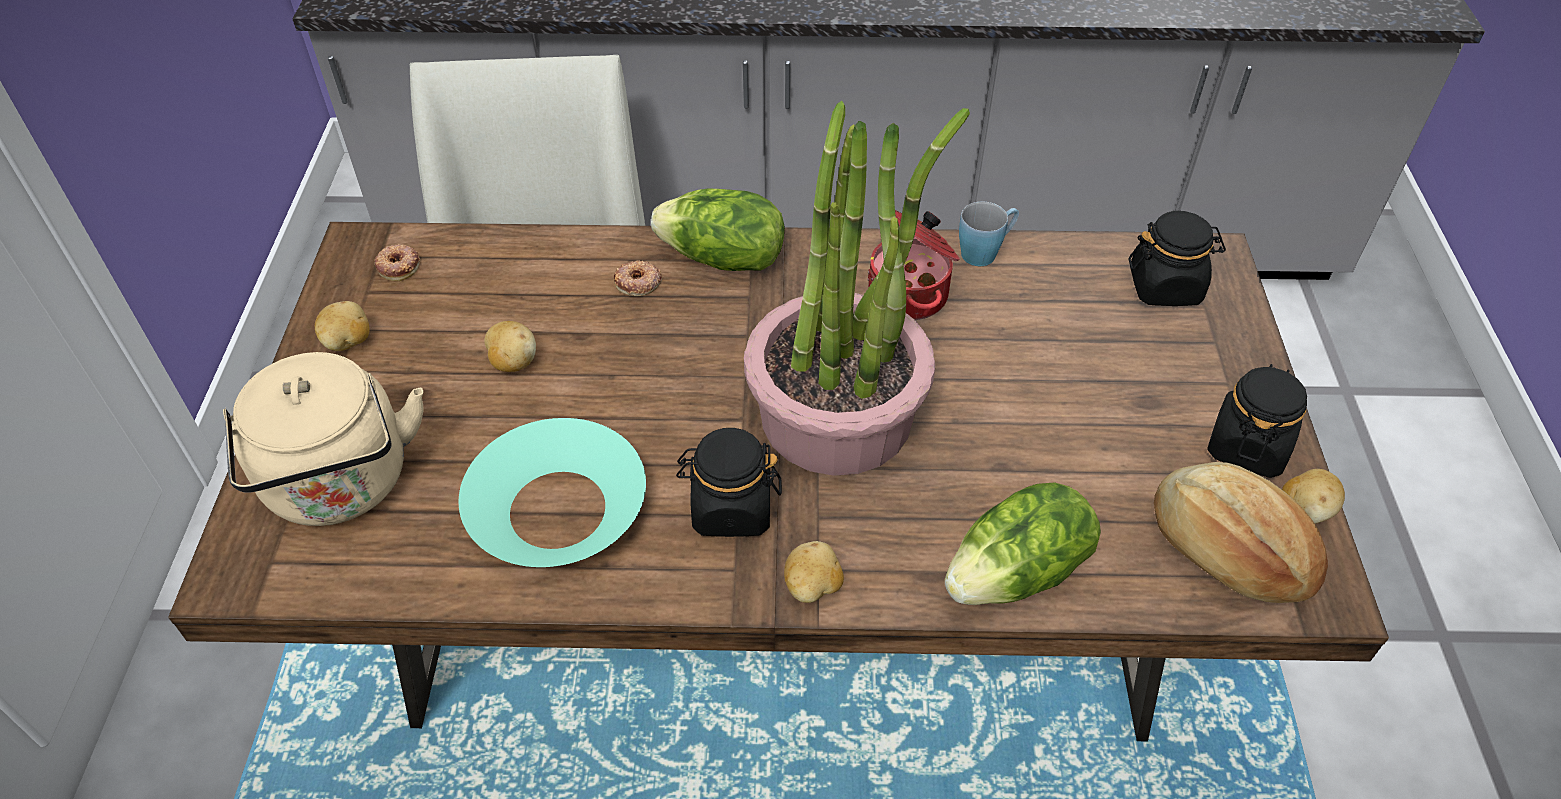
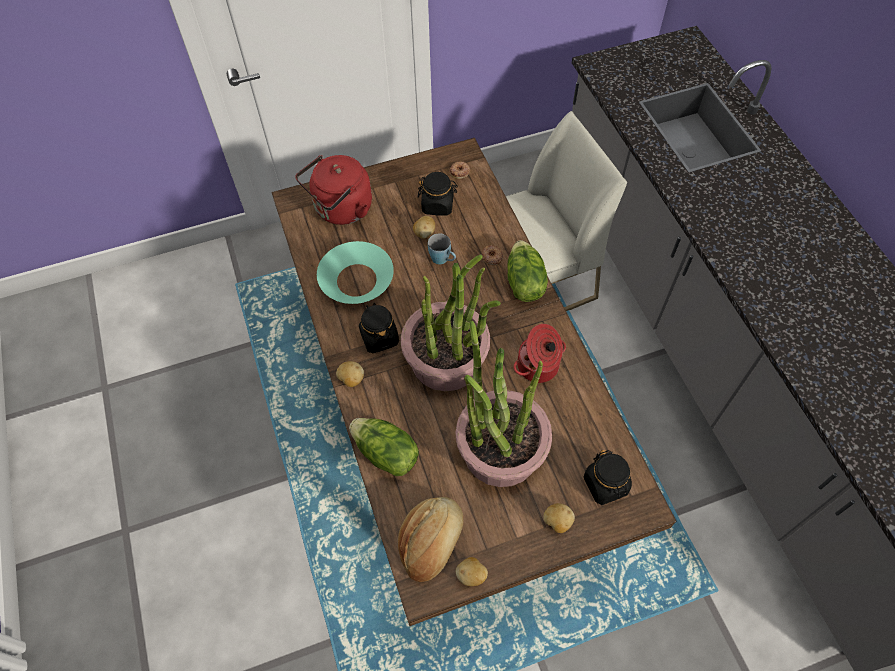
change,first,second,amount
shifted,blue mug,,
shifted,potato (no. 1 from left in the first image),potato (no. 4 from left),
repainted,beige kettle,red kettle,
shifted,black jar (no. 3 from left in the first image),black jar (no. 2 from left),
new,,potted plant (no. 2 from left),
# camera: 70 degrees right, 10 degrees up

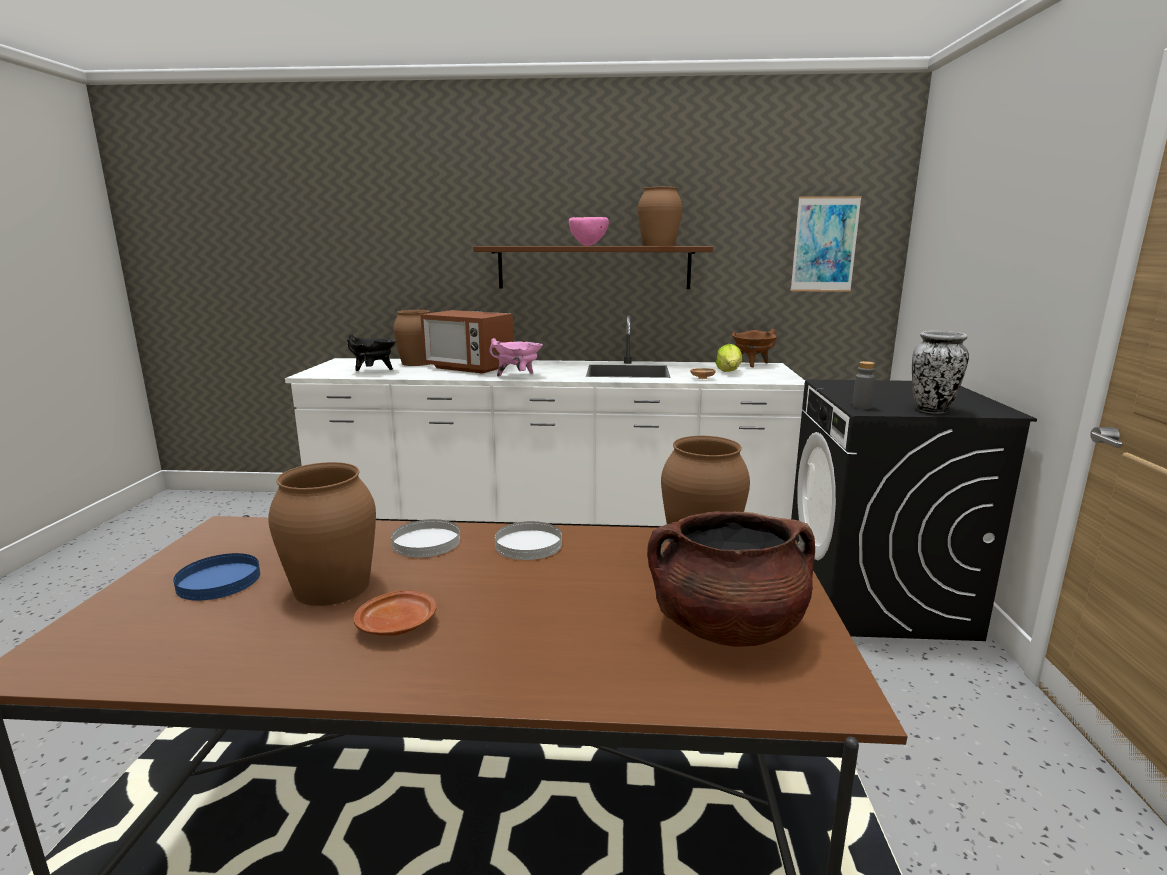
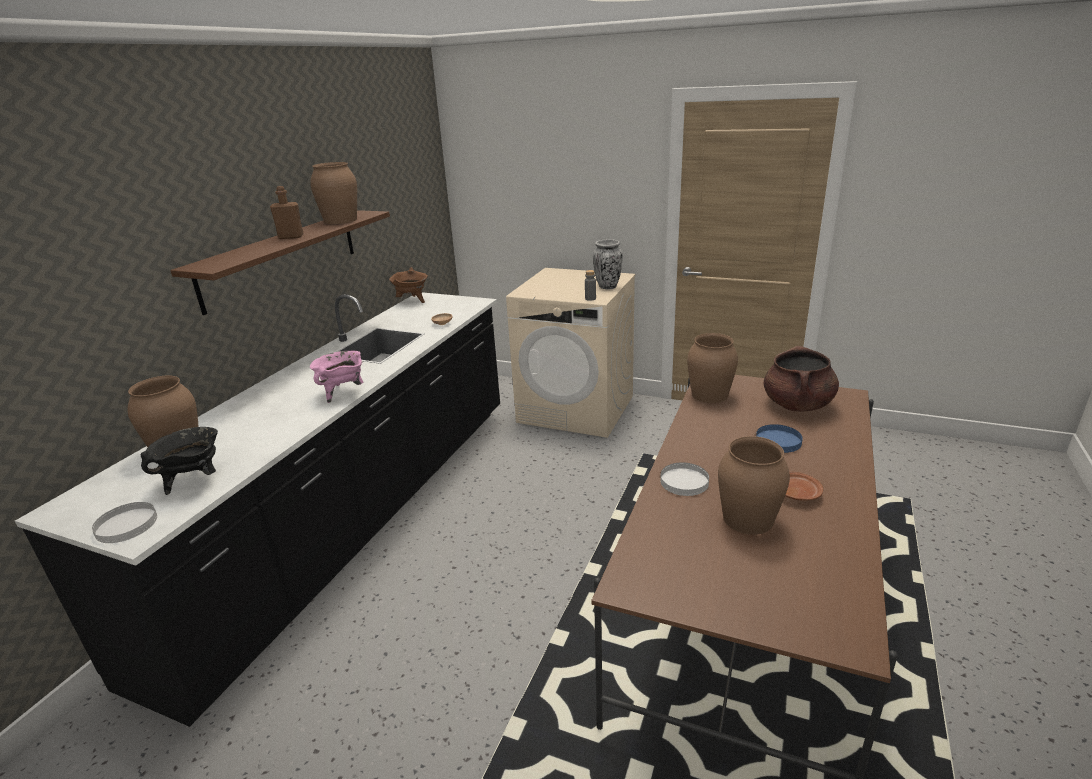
change,first,second,amount
gone,picture,,
swapped,pink bowl,brown bottle,
gone,microwave,,
repainted,white counter,black counter,
gone,lettuce,,
repainted,black washing machine,beige washing machine,
shifted,white plate (no. 2 from left in the first image),white plate (no. 1 from left),
shifted,blue plate,,
# camera: 70 degrees left, 10 degrees up

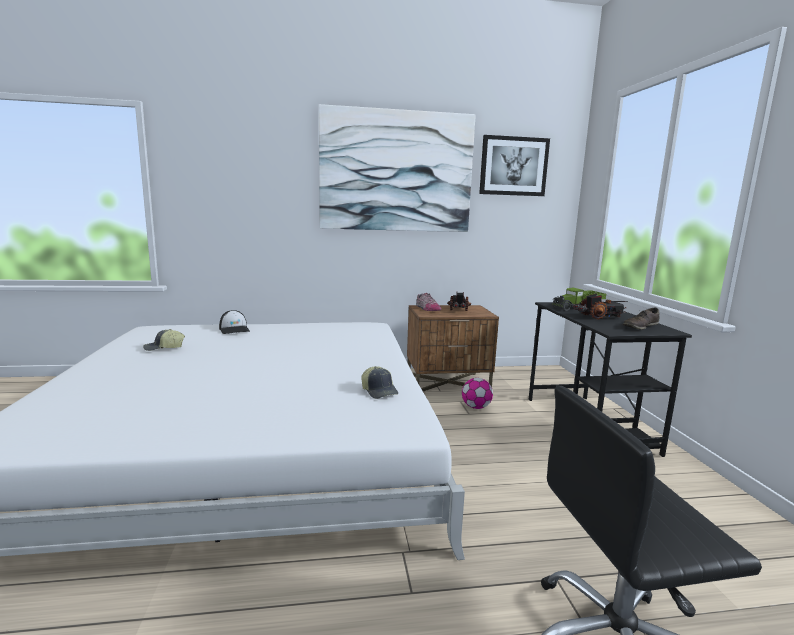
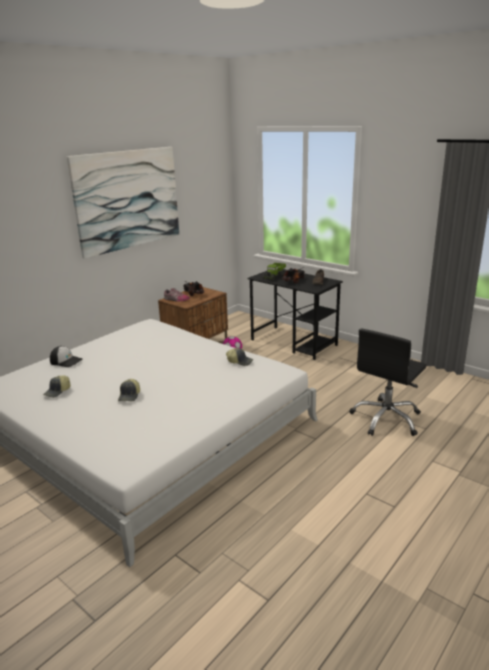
change,first,second,amount
gone,picture (no. 2 from left),,
new,,cap (no. 3 from left),
# camera: 40 degrees left, 10 degrees up

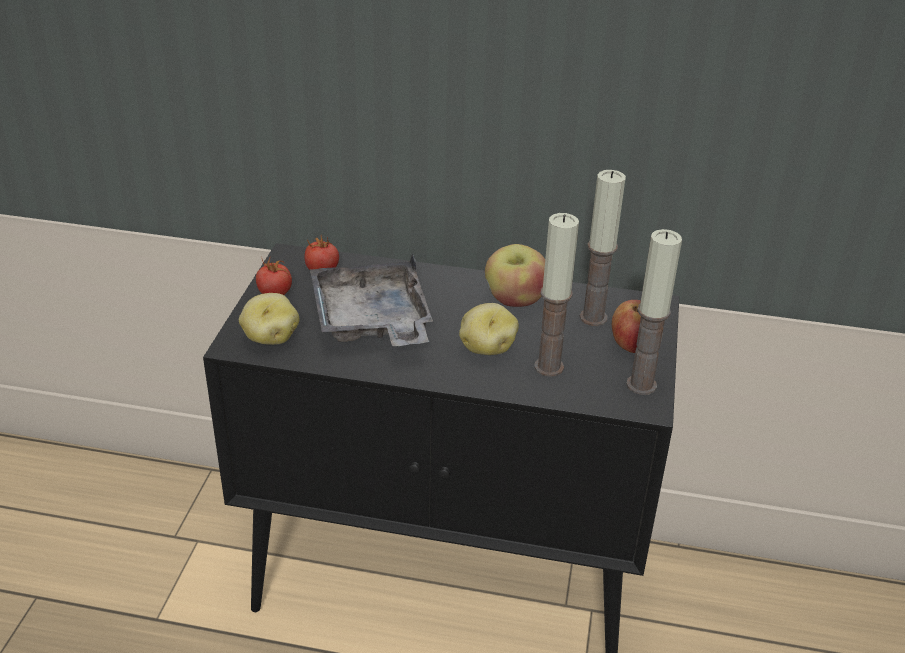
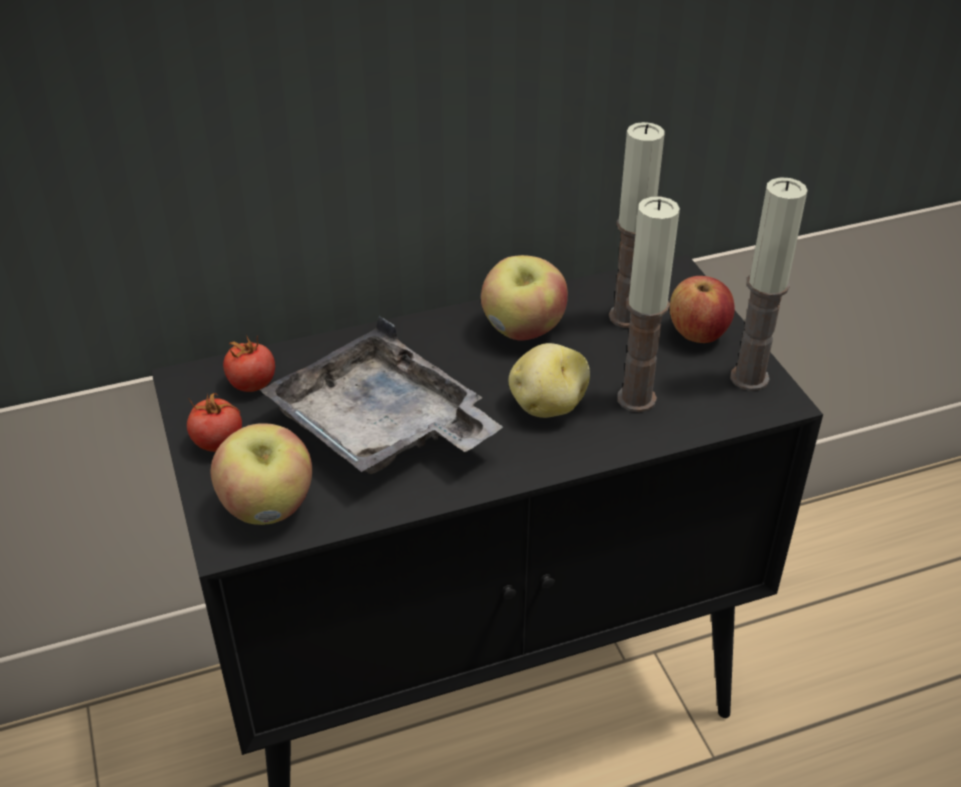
change,first,second,amount
swapped,potato (no. 1 from left),apple (no. 1 from left),
# camera: 30 degrees left, 5 degrees up

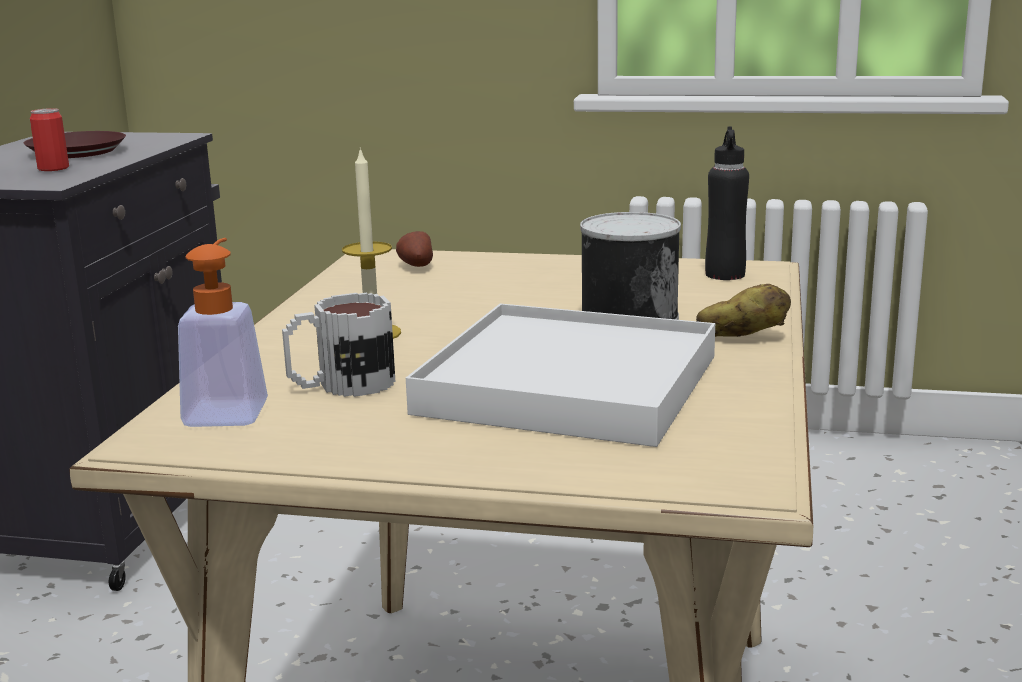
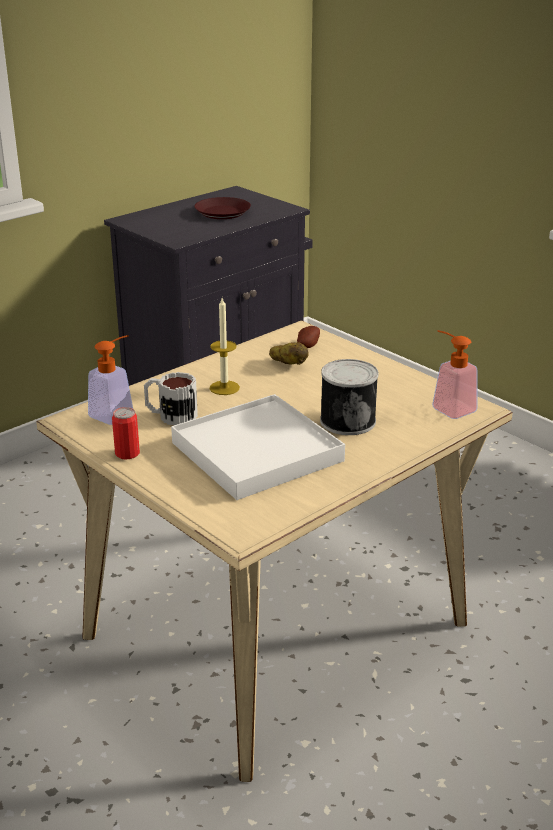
change,first,second,amount
shifted,can (no. 1 from left),,
swapped,black bottle,soap dispenser (no. 2 from left),
shifted,potato (no. 2 from left in the first image),potato (no. 1 from left),
# camera: 35 degrees right, 10 degrees up

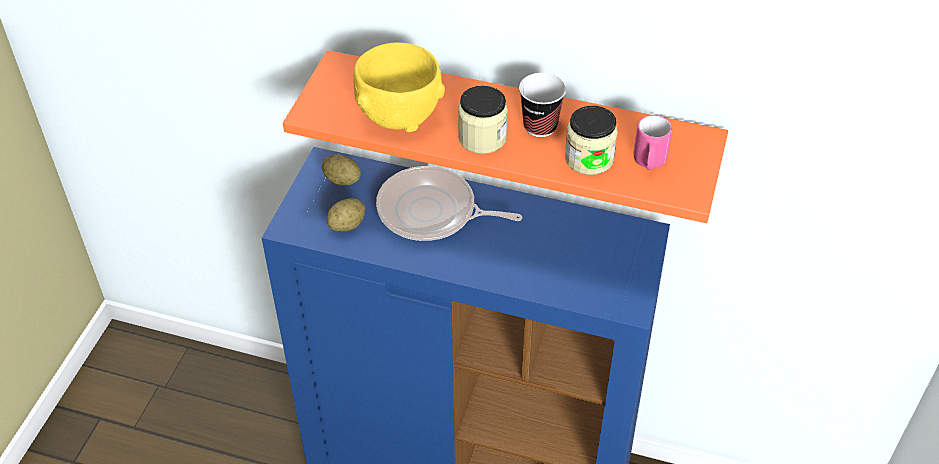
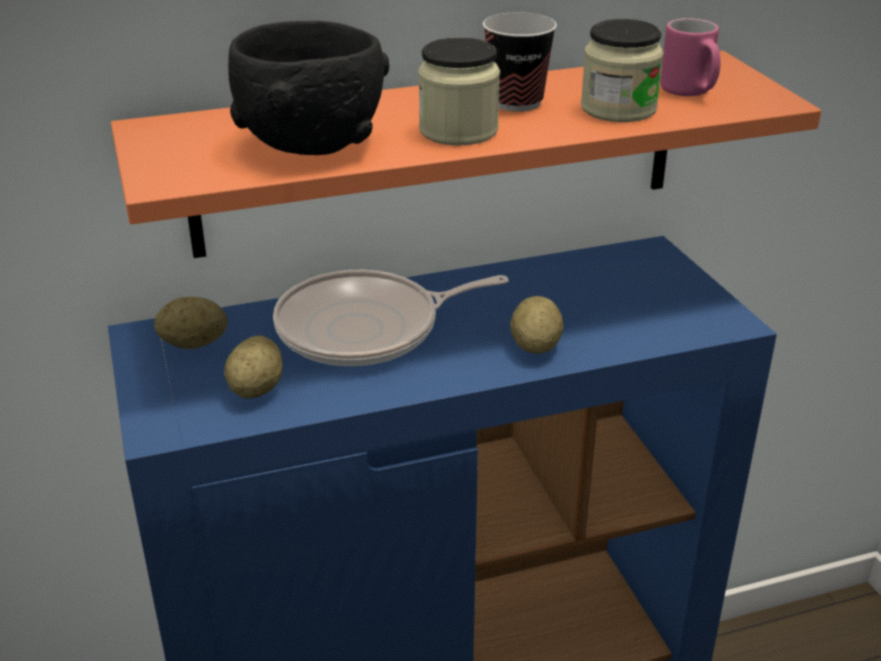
change,first,second,amount
repainted,yellow bowl,black bowl,
new,,potato (no. 3 from left),
# camera: 35 degrees left, 15 degrees down

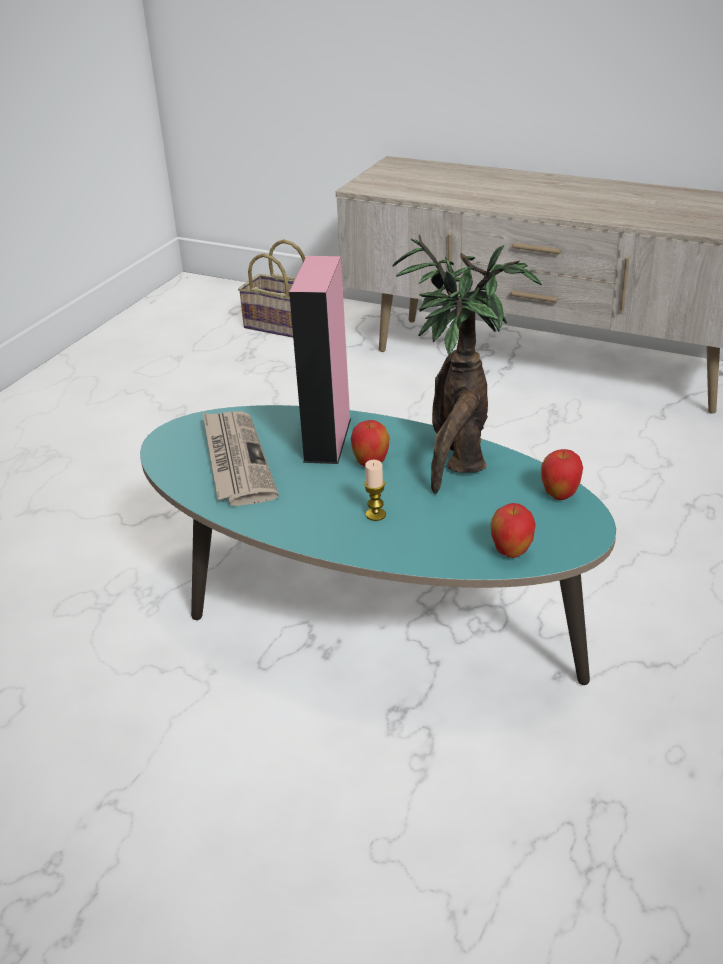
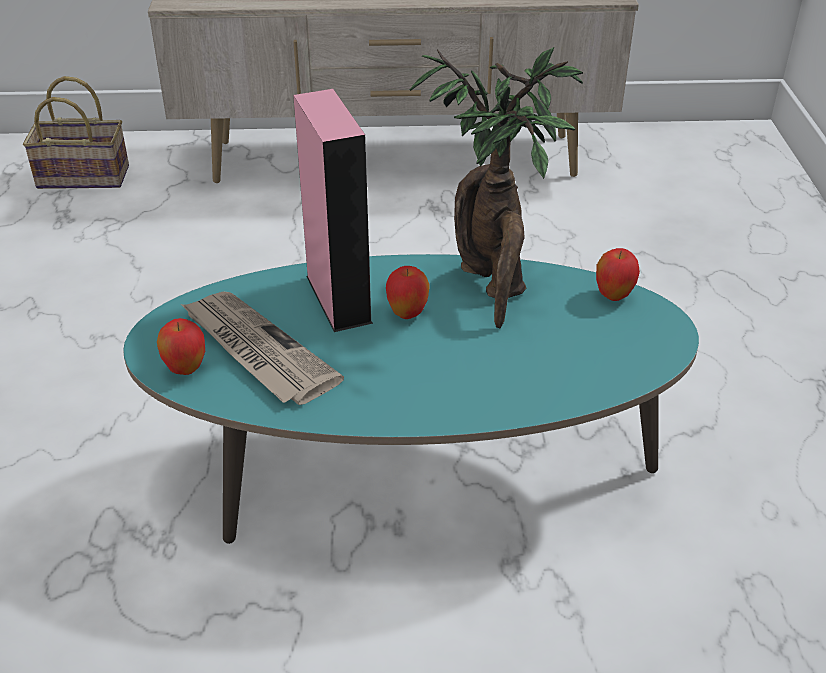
change,first,second,amount
gone,candle,,
shifted,apple (no. 2 from left in the first image),apple (no. 1 from left),
# camera: 30 degrees left, 5 degrees up

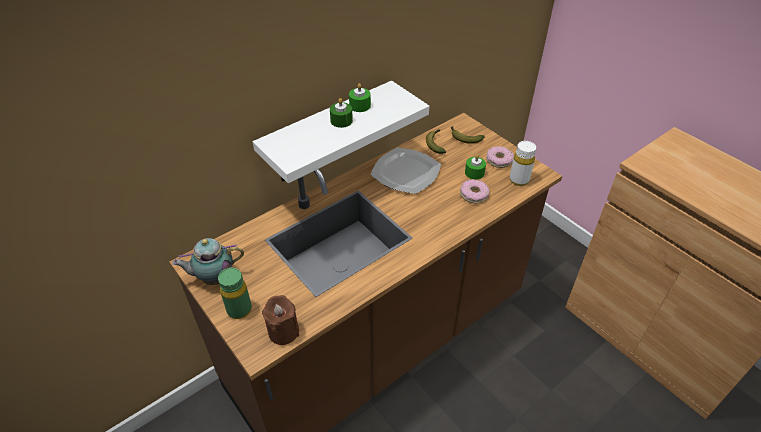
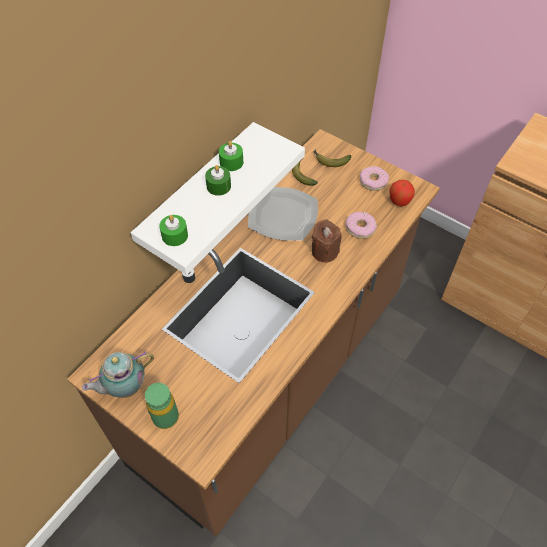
change,first,second,amount
swapped,white bottle,apple,
shifted,green candle (no. 3 from left in the first image),green candle (no. 1 from left),
shifted,brown candle,,
# camera: 15 degrees left, 10 degrees up

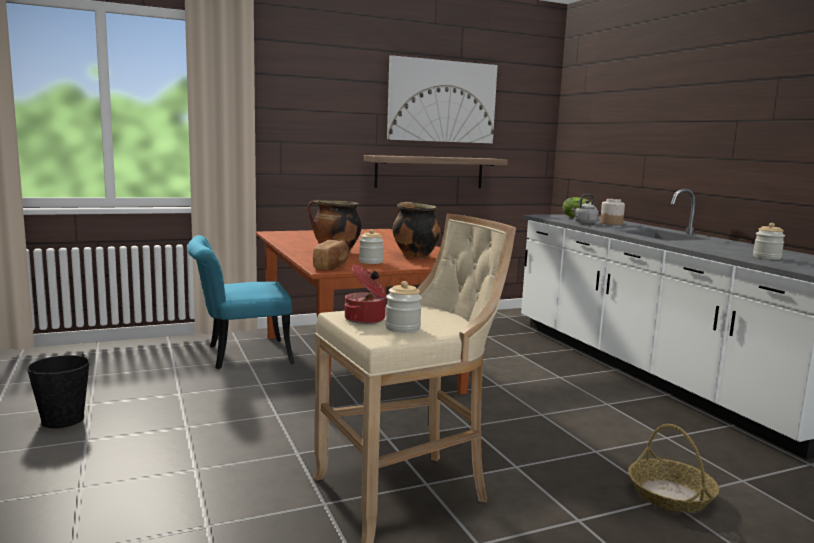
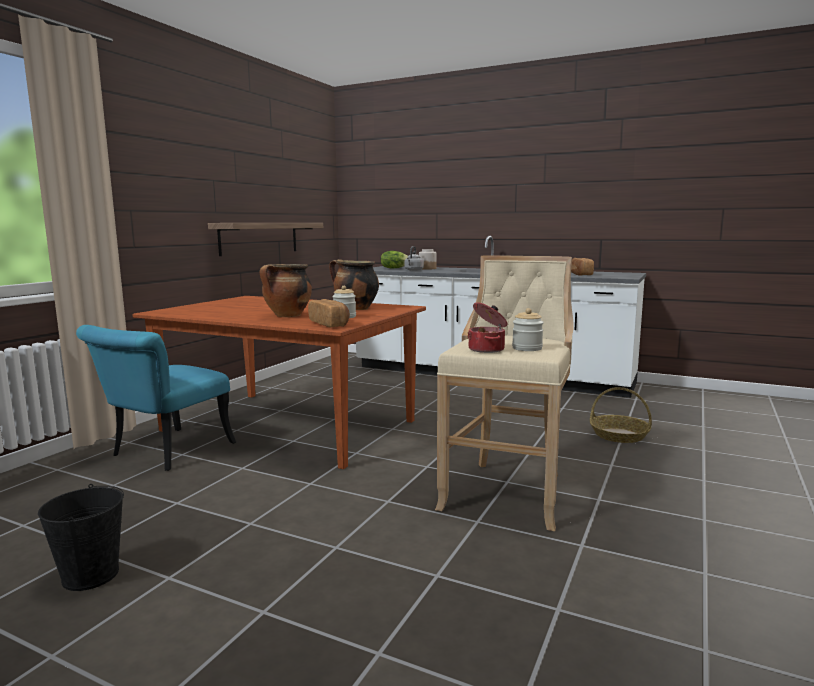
change,first,second,amount
gone,picture,,
swapped,jar (no. 4 from left),bread (no. 2 from left),
# camera: 40 degrees left, 0 degrees up

